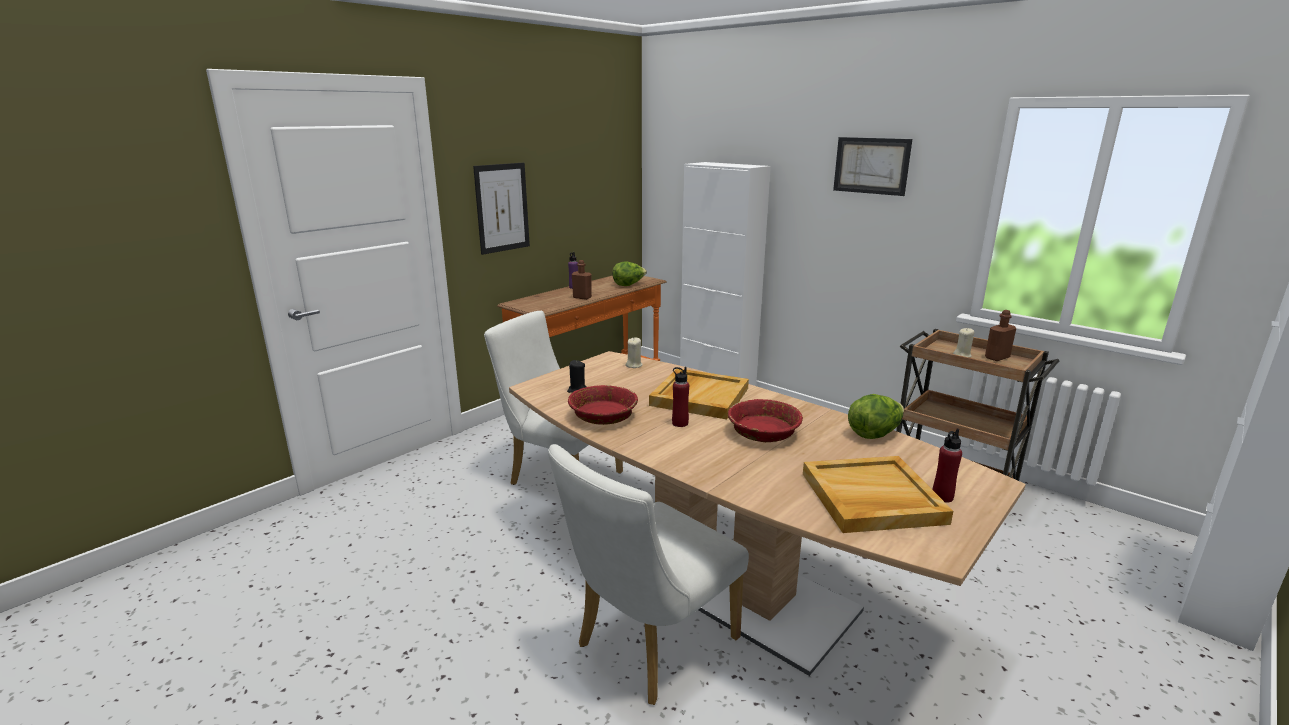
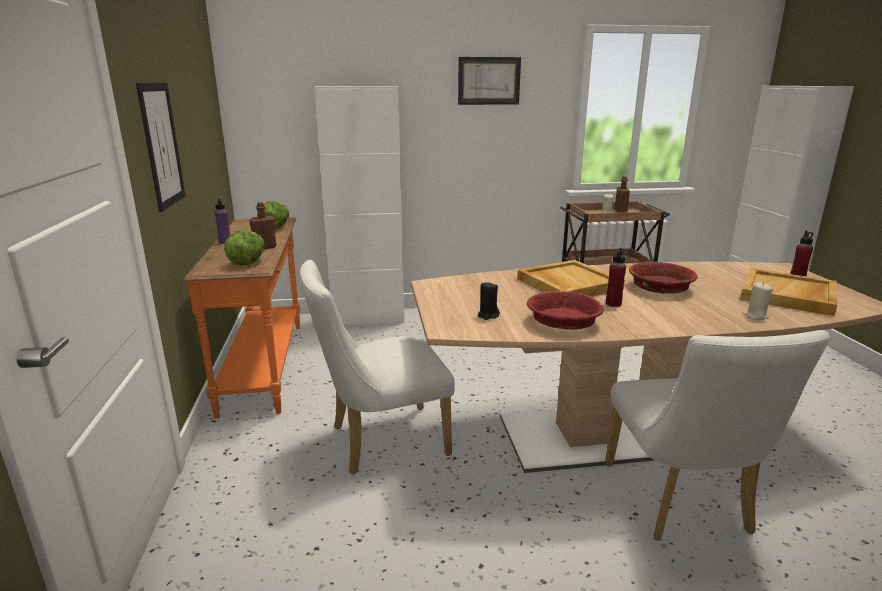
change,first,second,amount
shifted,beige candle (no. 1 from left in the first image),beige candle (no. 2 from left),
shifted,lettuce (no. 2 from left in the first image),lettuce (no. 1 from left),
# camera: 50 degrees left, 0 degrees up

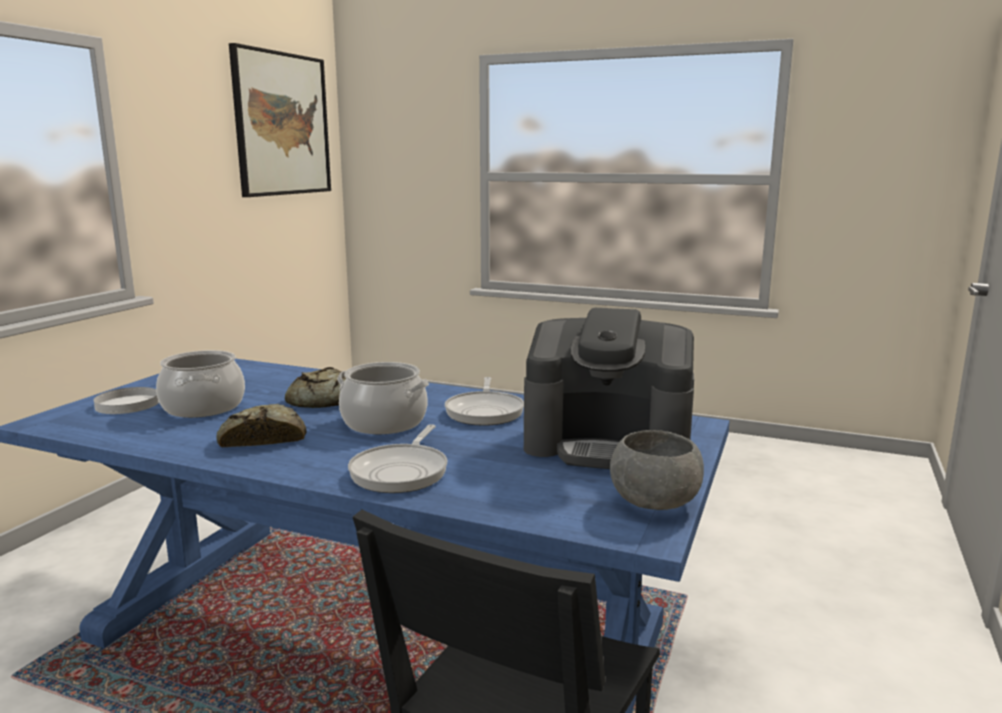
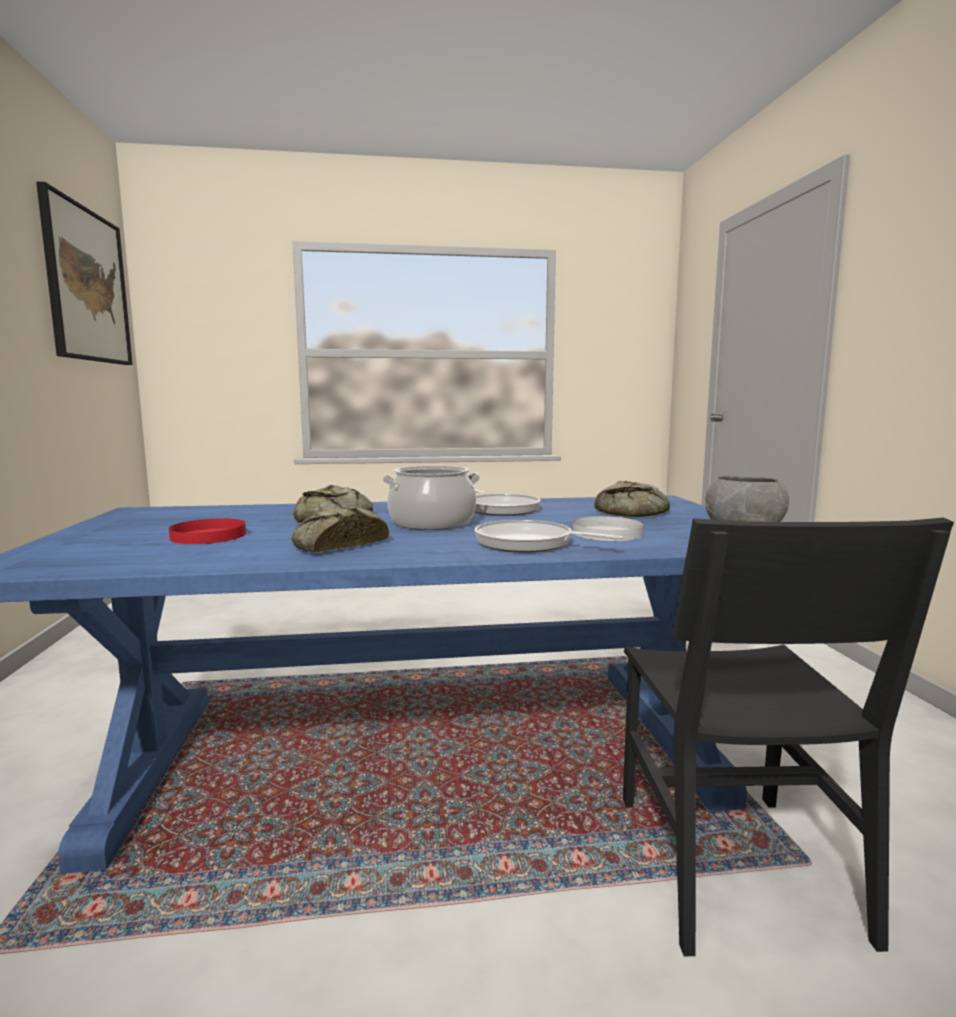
change,first,second,amount
swapped,coffee machine,bread (no. 3 from left),
swapped,cooking pot (no. 1 from left),red plate,
shifted,white plate,,
rotated,frying pan (no. 1 from left in the first image),frying pan (no. 2 from left),135 degrees clockwise
# camera: 30 degrees left, 5 degrees down

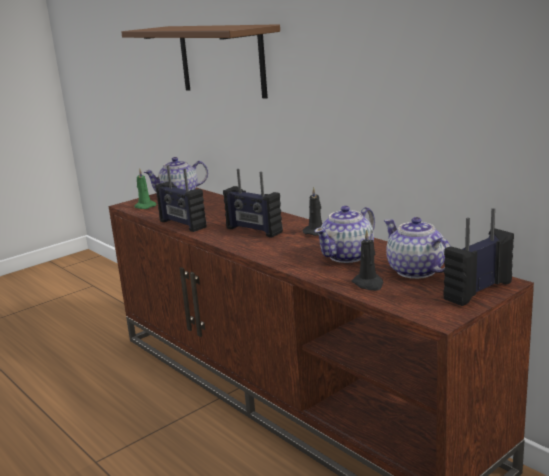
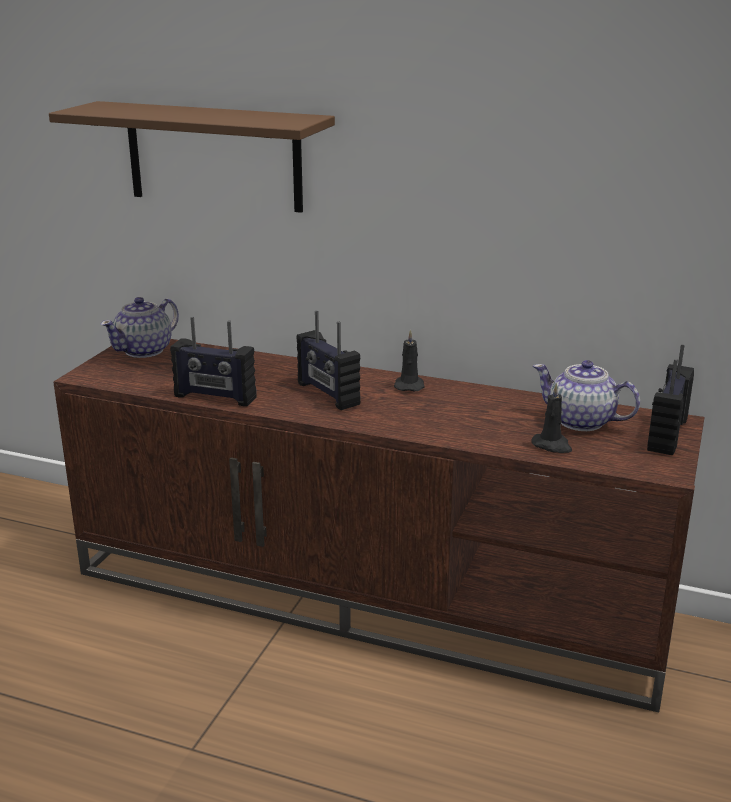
change,first,second,amount
gone,green candle,,
rotated,radio (no. 2 from left),,45 degrees clockwise
gone,teapot (no. 2 from left),,
# camera: 30 degrees left, 5 degrees up

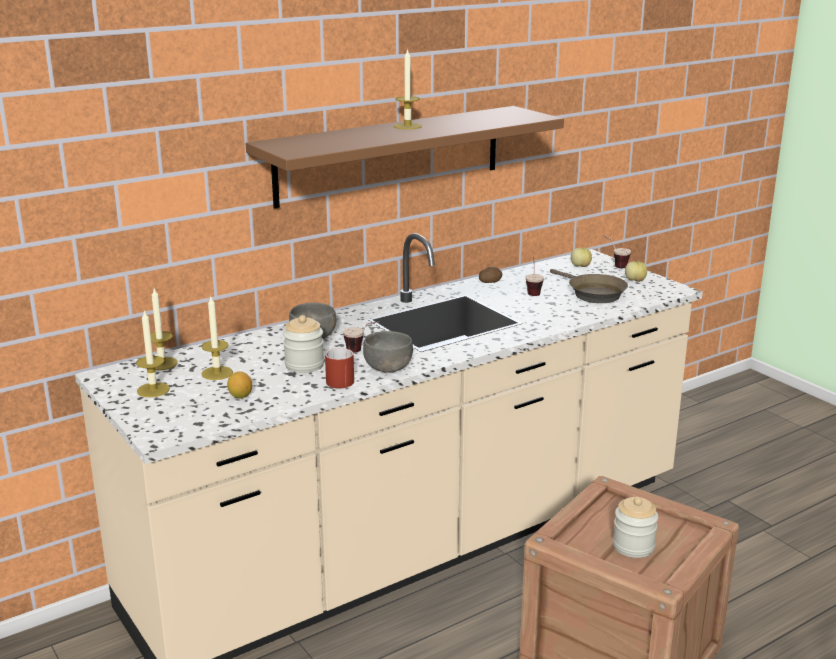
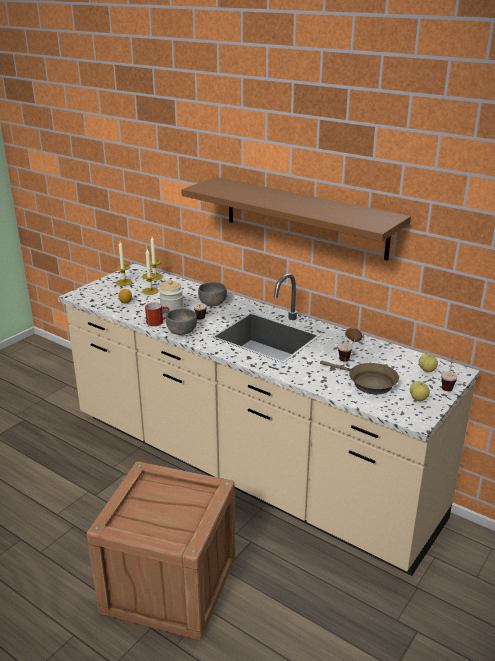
change,first,second,amount
gone,candle (no. 4 from left),,
rotated,brown frying pan,,90 degrees counterclockwise
gone,jar (no. 2 from left),,
# camera: 70 degrees right, 5 degrees up

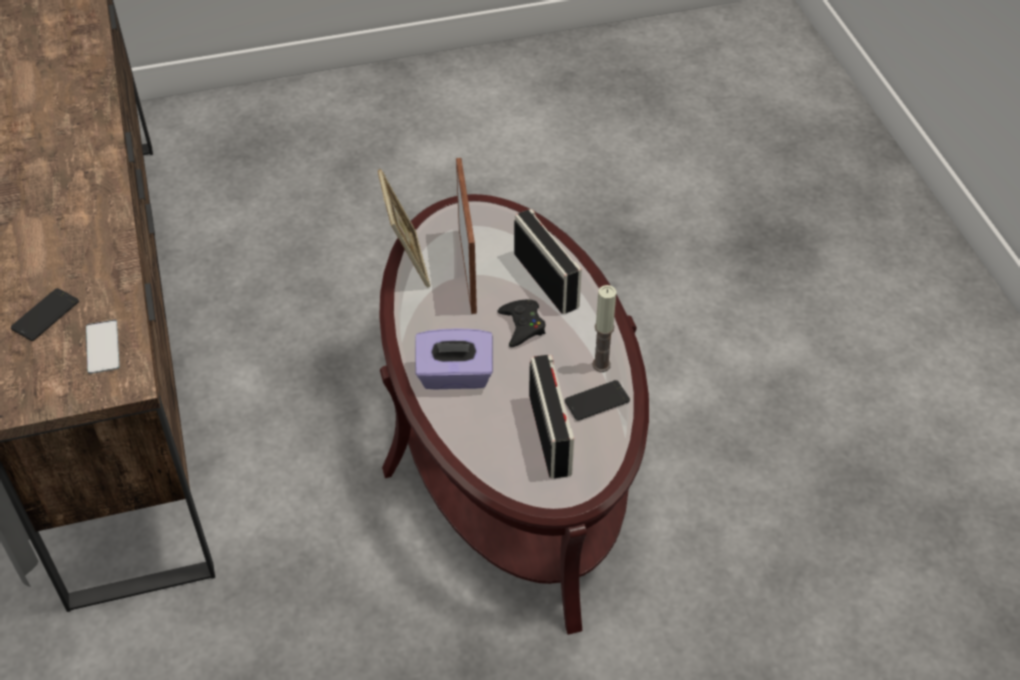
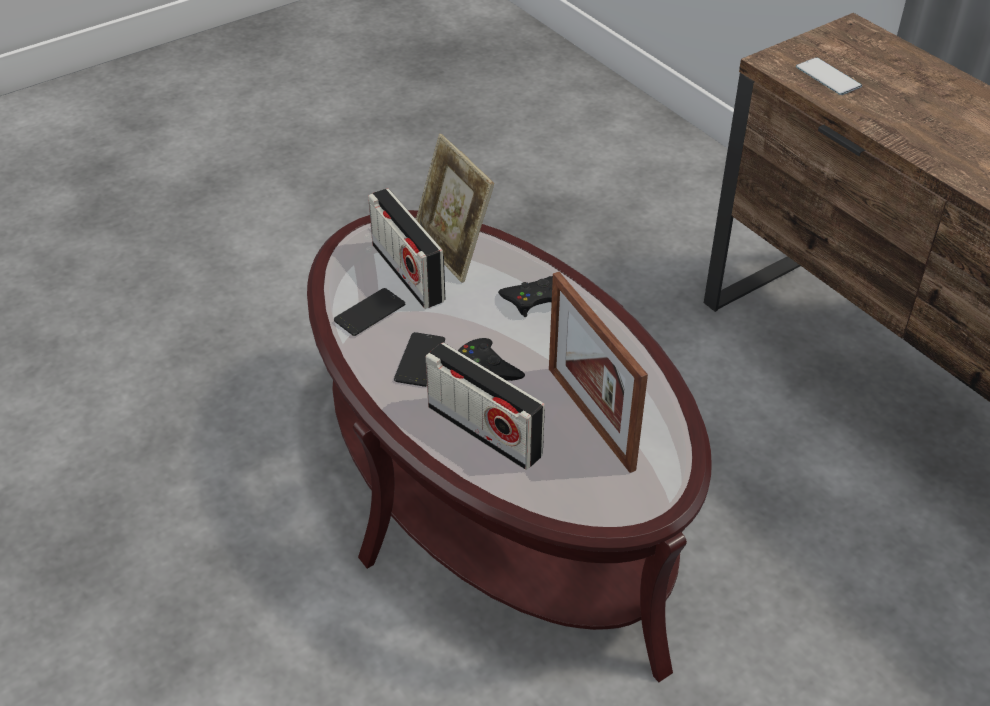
change,first,second,amount
shifted,picture frame (no. 1 from left),,
gone,candle,,
shifted,phone (no. 1 from left in the first image),phone (no. 2 from left),
swapped,purple tissue box,black game controller (no. 2 from left),
# camera: 160 degrees right, 5 degrees down

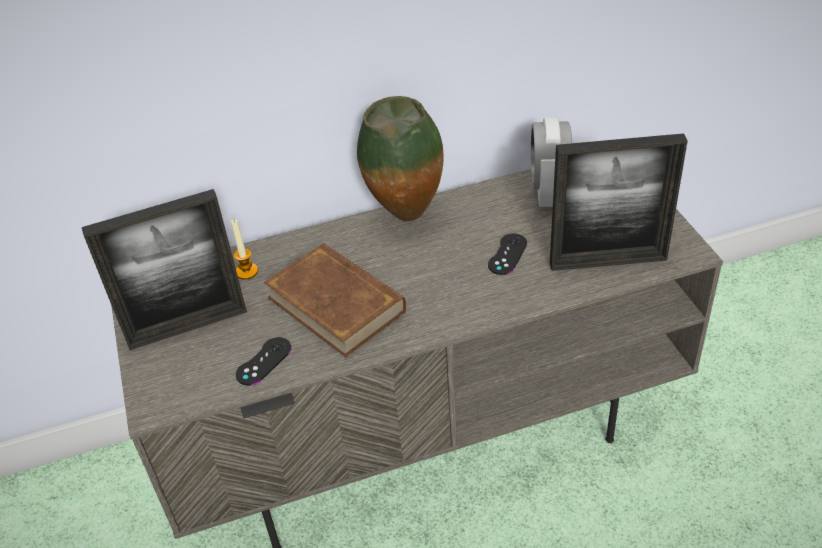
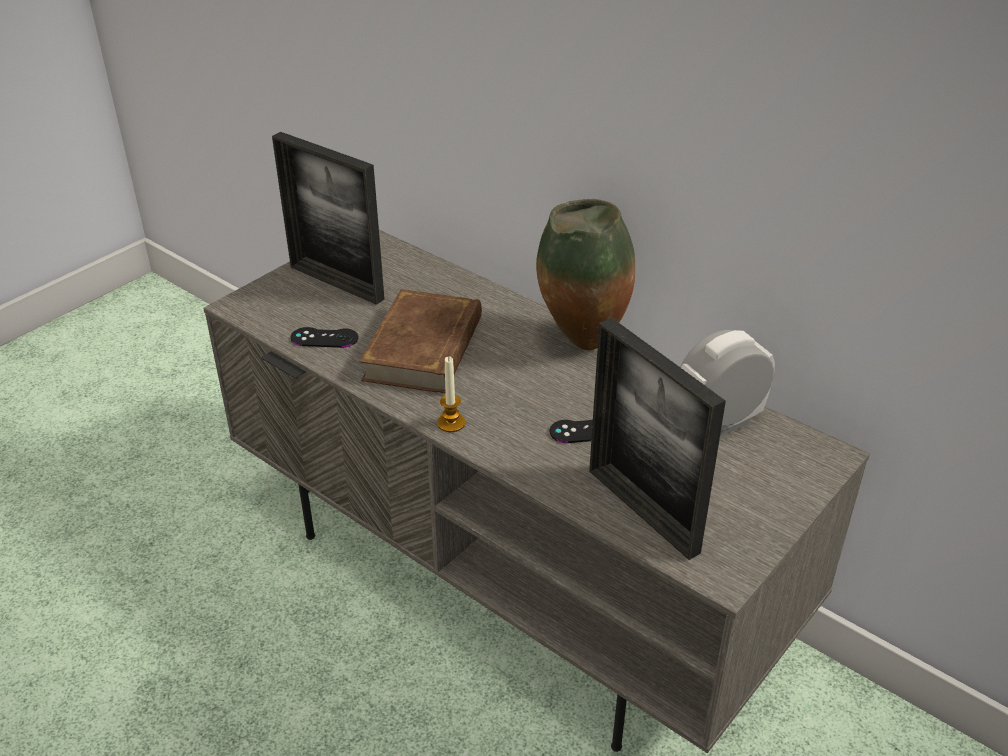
change,first,second,amount
shifted,candle,,
# camera: 55 degrees right, 5 degrees down

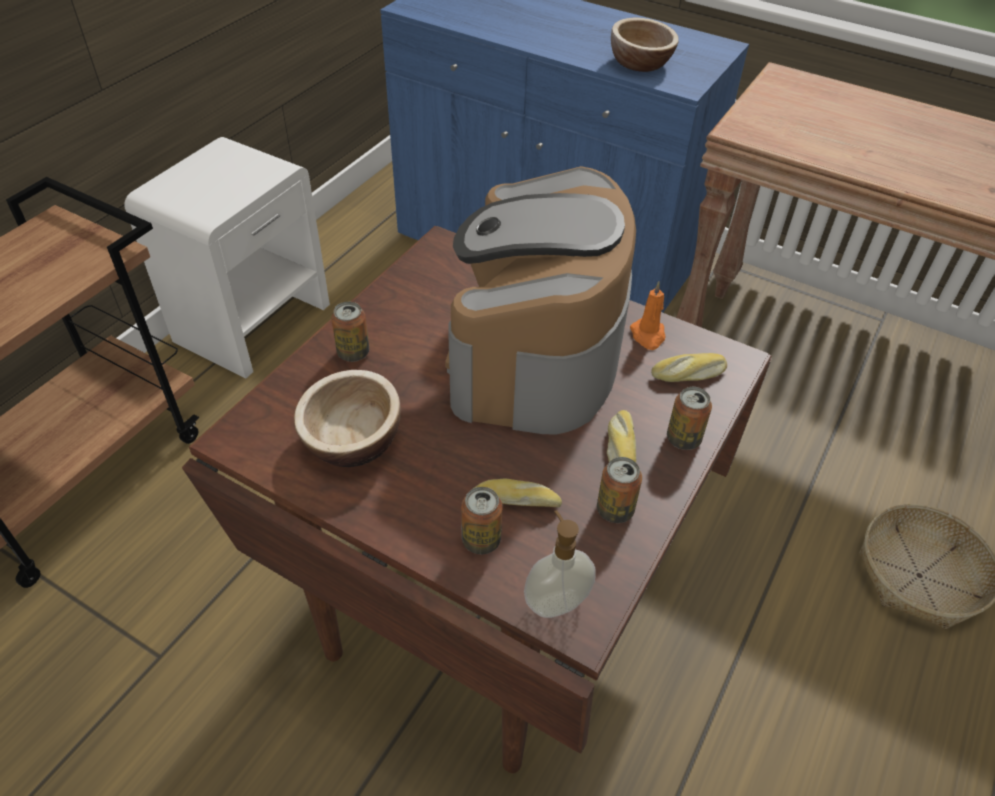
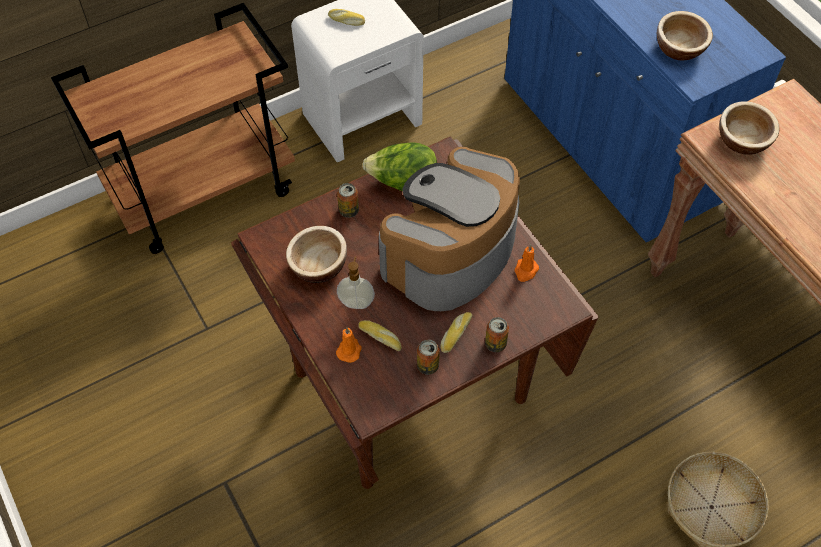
change,first,second,amount
shifted,bread (no. 3 from left in the first image),bread (no. 1 from left),
swapped,can (no. 2 from left),orange candle (no. 1 from left),
shifted,soap dispenser,,
new,,bowl (no. 3 from left),
new,,lettuce,
# camera: 30 degrees right, 10 degrees up

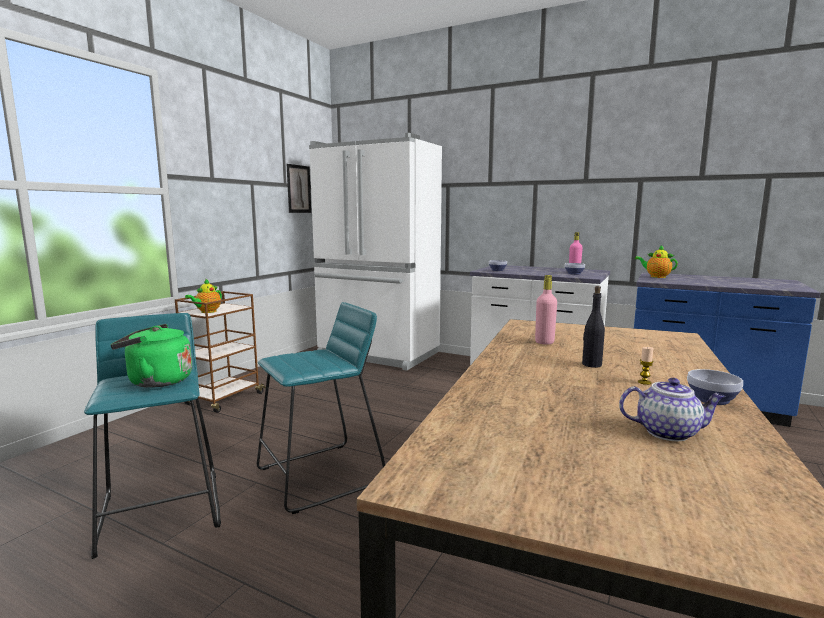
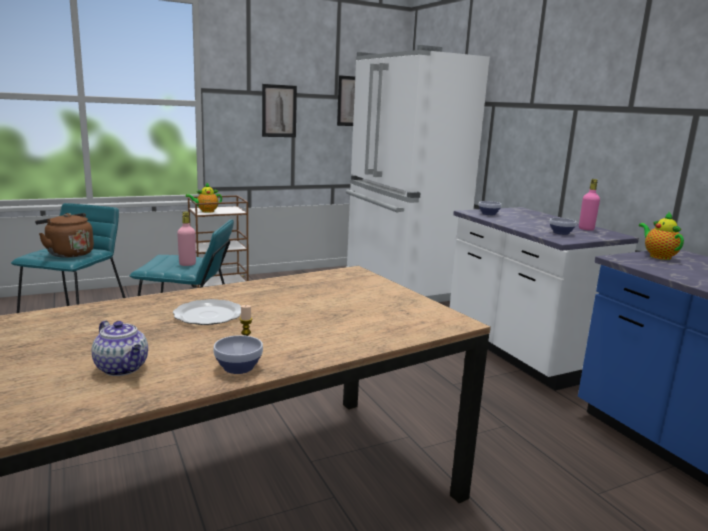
change,first,second,amount
shifted,pink bottle (no. 1 from left),,
gone,black bottle,,
repainted,green kettle,brown kettle,
new,,picture (no. 1 from left),
new,,plate,
# camera: 35 degrees right, 5 degrees up

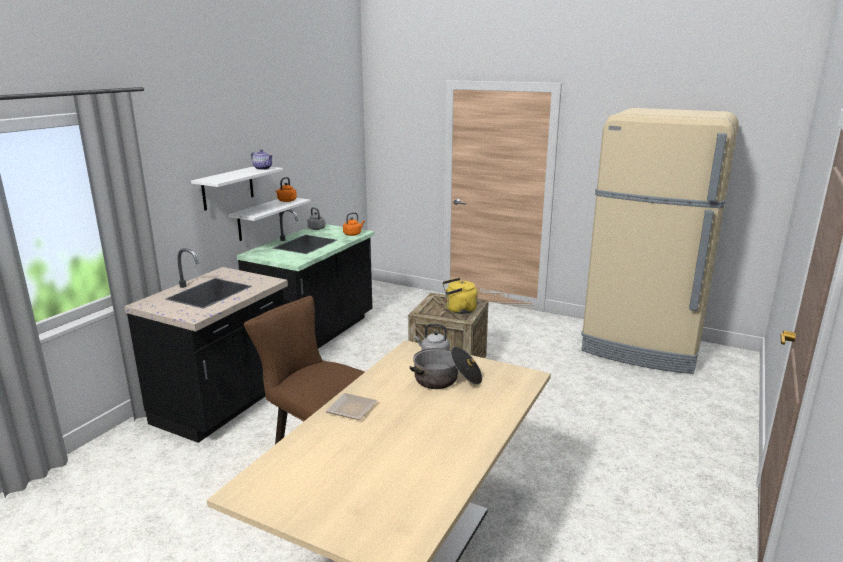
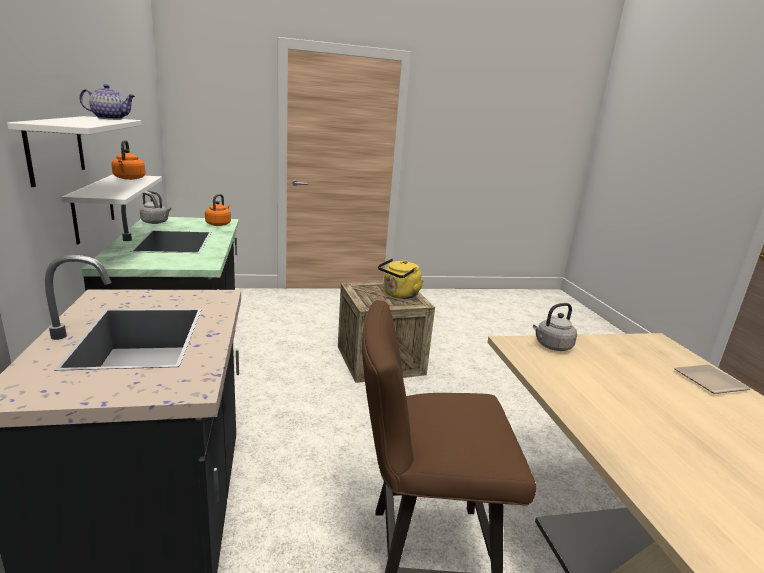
change,first,second,amount
gone,beige fridge,,
gone,cooking pot,,
shifted,plate,,
# camera: 40 degrees left, 0 degrees up

